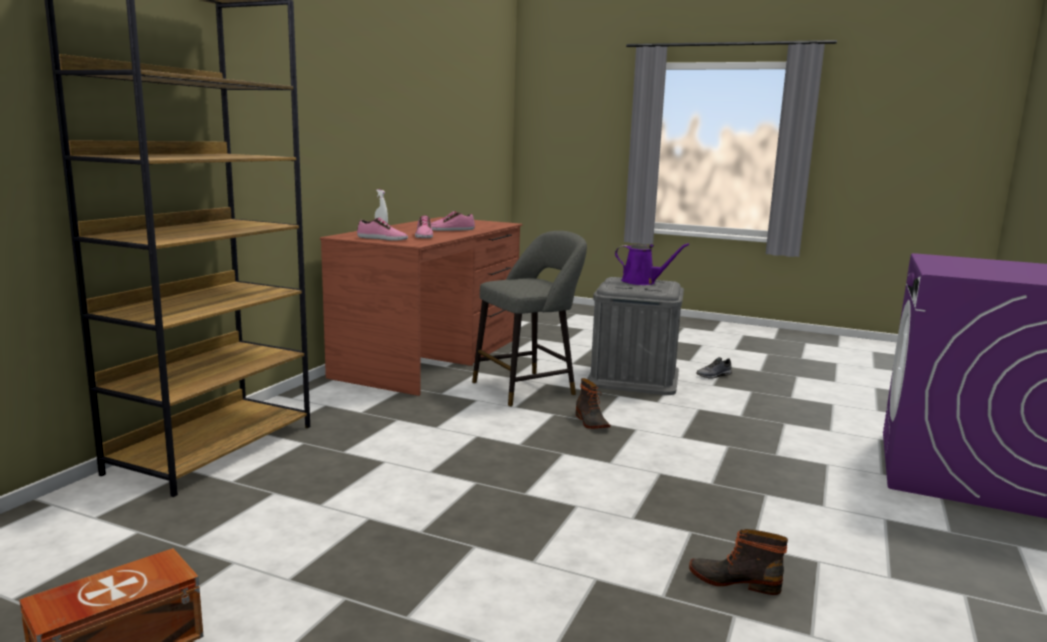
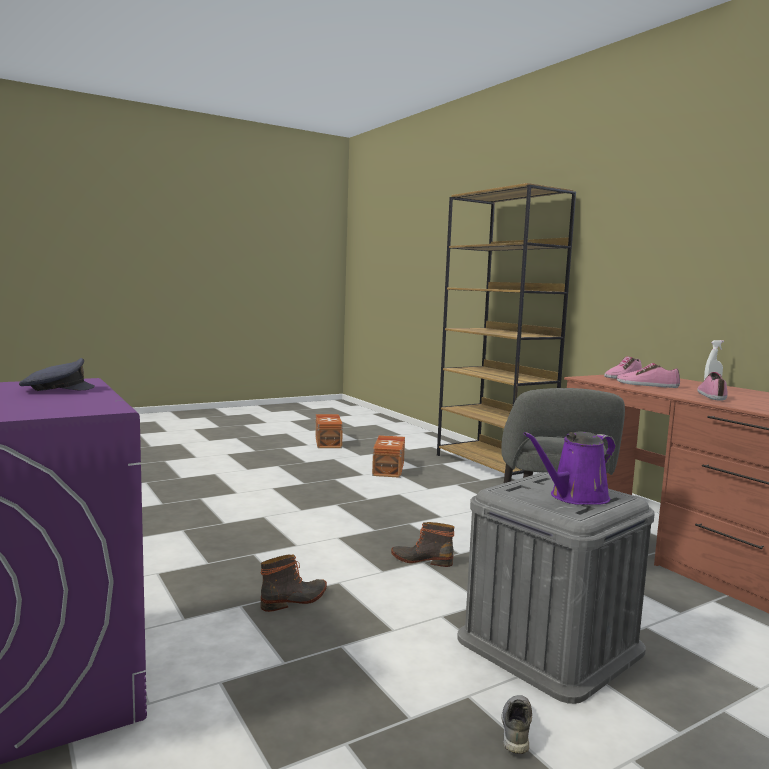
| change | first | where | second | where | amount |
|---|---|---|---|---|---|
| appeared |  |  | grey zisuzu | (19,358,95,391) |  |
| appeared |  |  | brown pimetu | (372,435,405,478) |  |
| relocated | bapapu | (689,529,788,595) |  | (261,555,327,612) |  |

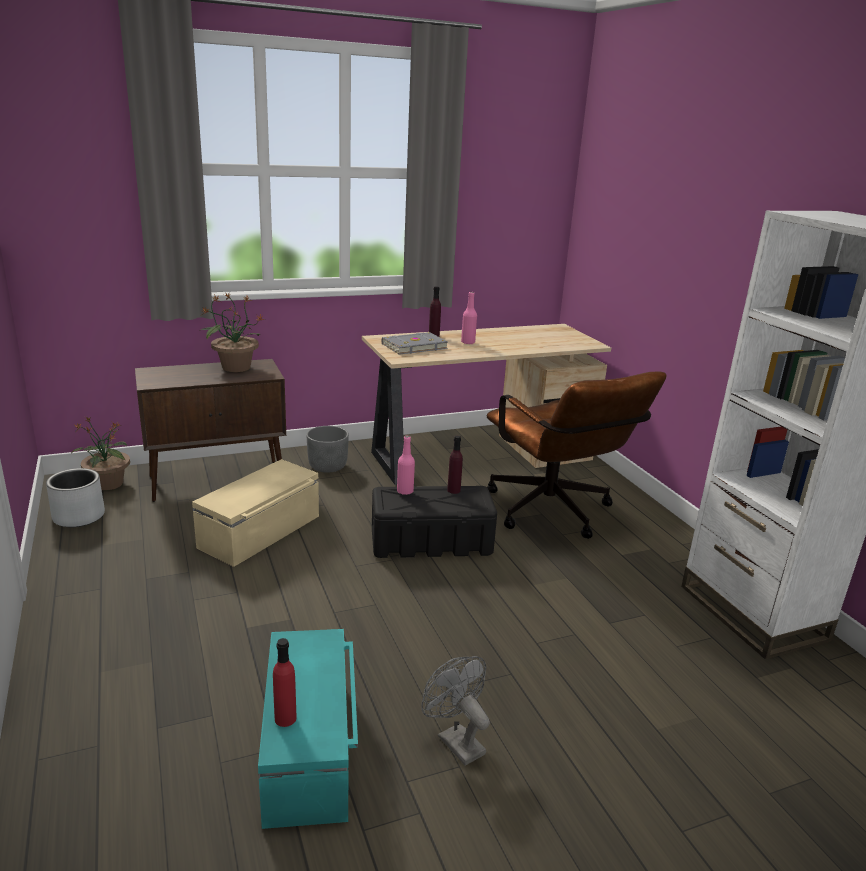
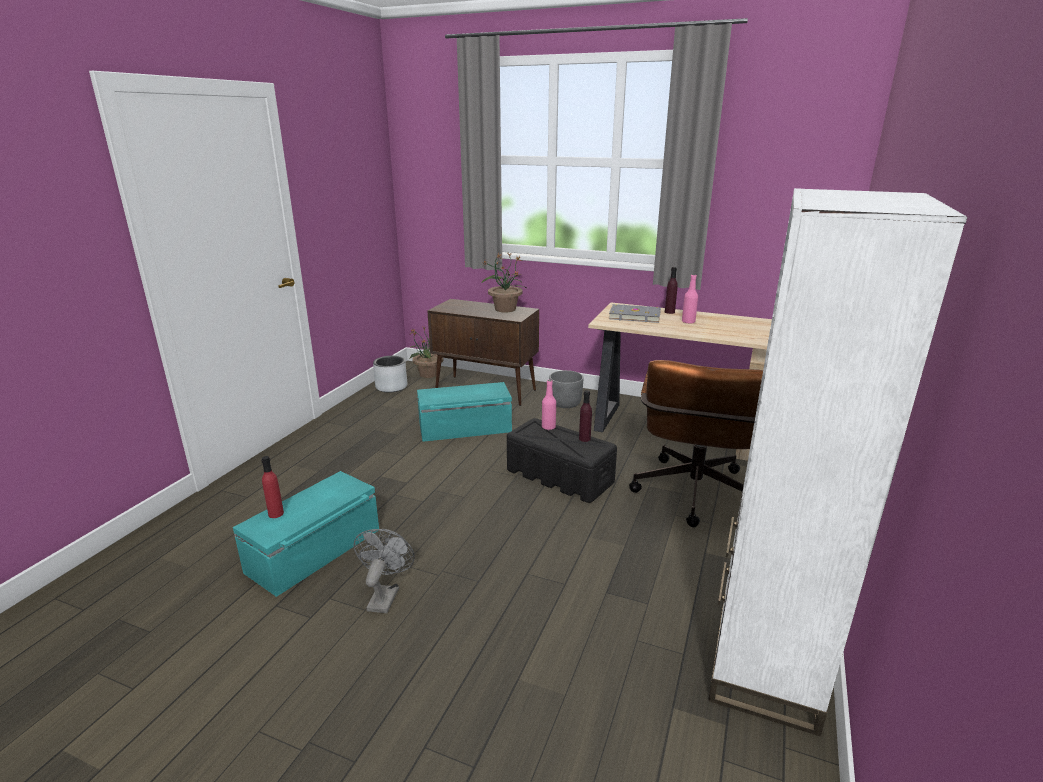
| change | first | where | second | where | amount |
|---|---|---|---|---|---|
| colour | beige pimetu | (192,459,319,567) | turquoise pimetu | (417,382,512,442) |  |

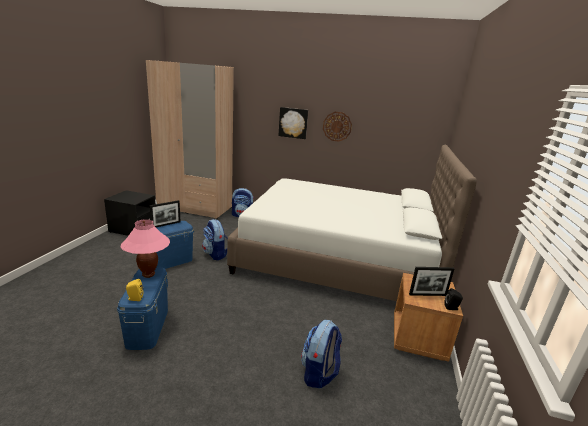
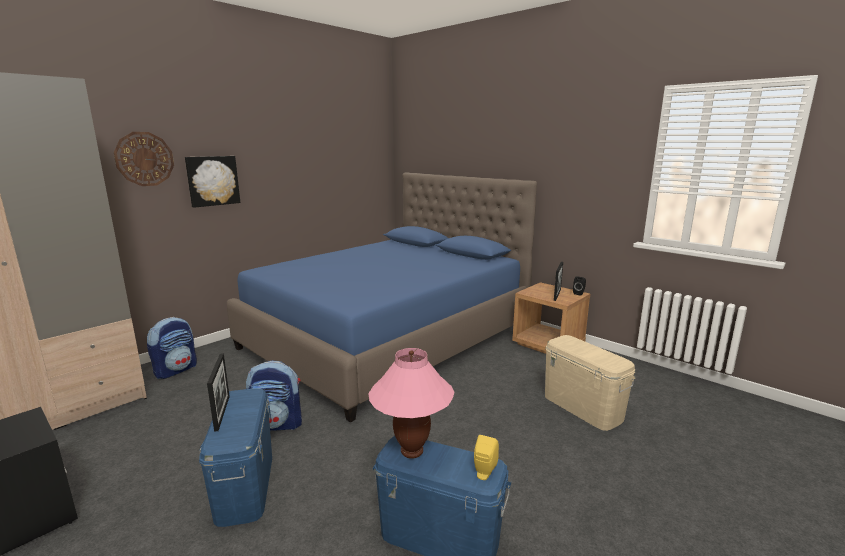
| change | first | where | second | where | amount |
|---|---|---|---|---|---|
| relocated | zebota | (323,112,352,142) |  | (114,132,174,186) |  |
| exchanged | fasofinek | (301,320,342,388) | beige pimetu | (545,335,636,431) |  |
| colour | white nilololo | (227,145,477,301) | blue nilololo | (227,172,537,423) |  |

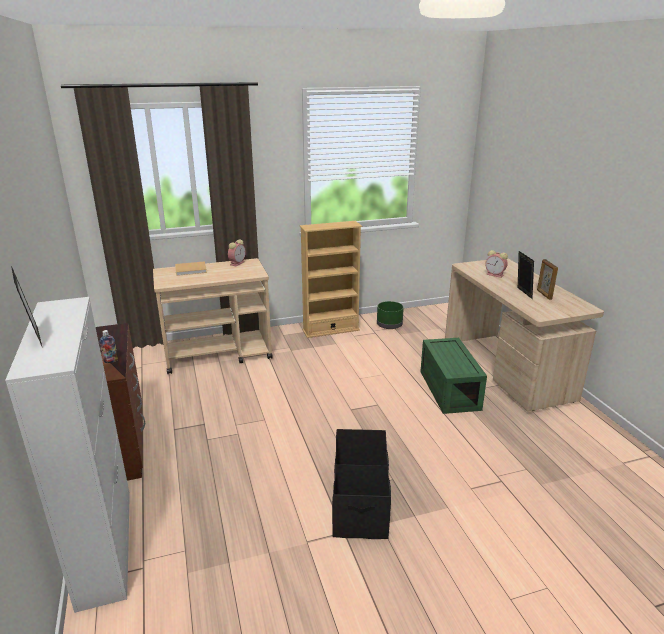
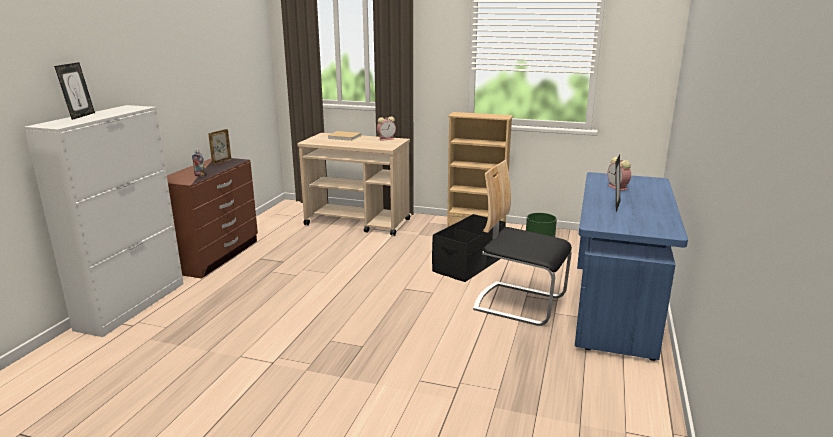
| change | first | where | second | where | amount |
|---|---|---|---|---|---|
| relocated | black pimetu | (332,429,391,539) |  | (432,214,506,282) |  |
| relocated | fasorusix | (537,259,558,300) |  | (208,129,231,165) |  |
| exchanged | green pimetu | (420,338,487,414) | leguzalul | (473,160,572,326) |  |
| colour | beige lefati | (445,258,604,412) | blue lefati | (575,172,688,361) |  |

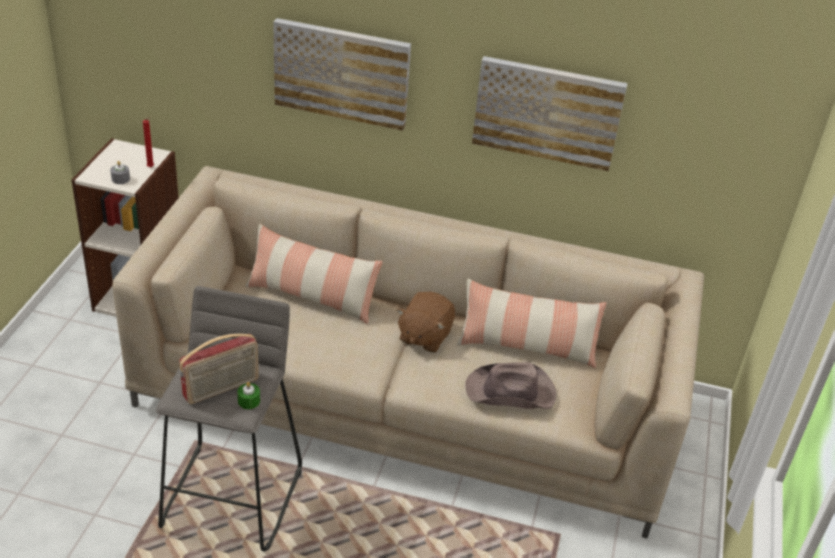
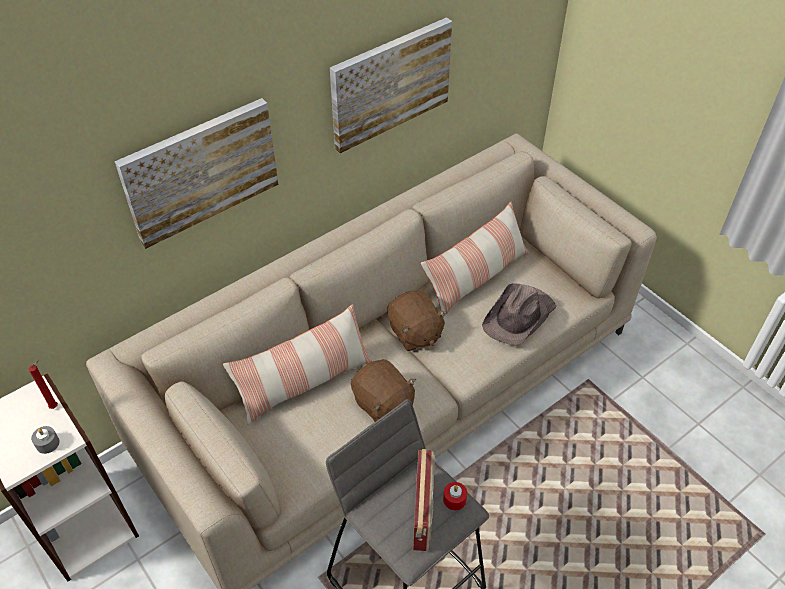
| change | first | where | second | where | amount |
|---|---|---|---|---|---|
| appeared |  |  | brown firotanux | (351,359,416,422) |  |
| colour | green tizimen | (237,382,260,409) | red tizimen | (443,482,467,510) |  |

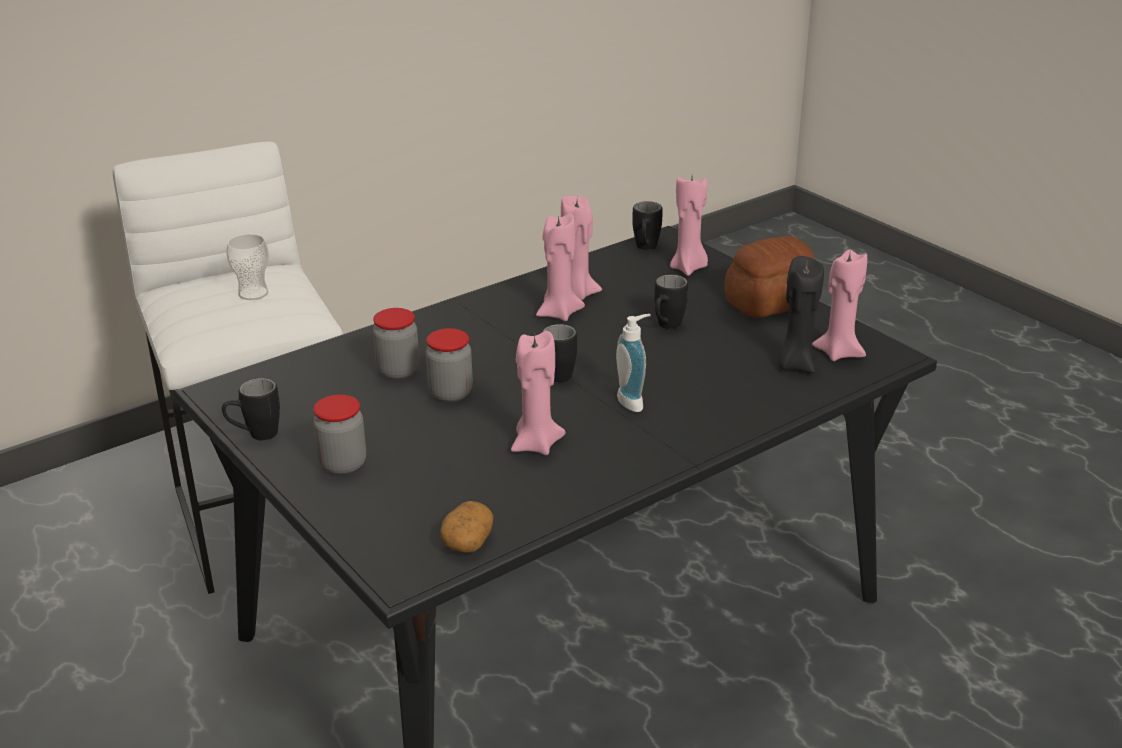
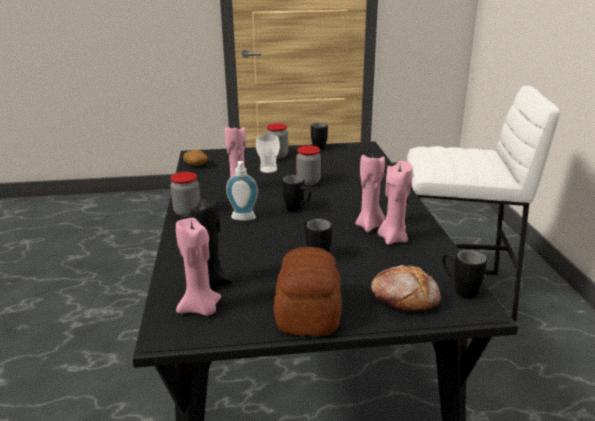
| change | first | where | second | where | amount |
|---|---|---|---|---|---|
| relocated | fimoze | (226,234,269,300) |  | (256,135,280,173) |  |
| relocated | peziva | (373,308,419,380) |  | (170,172,200,217) |  |
| exchanged | pink tizimen | (670,176,708,276) | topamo | (371,265,441,312) |  |

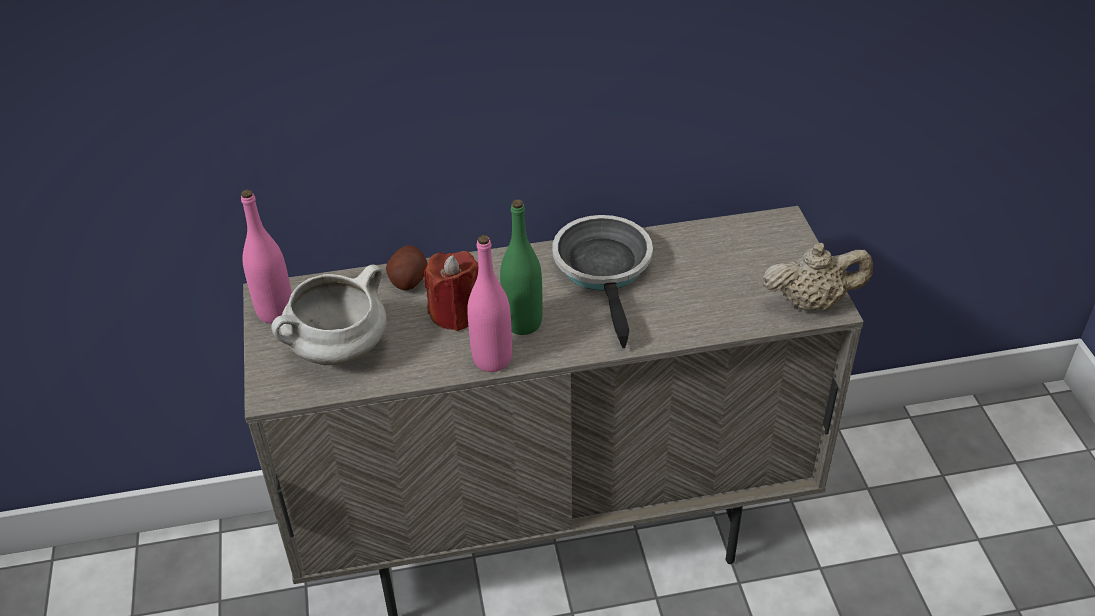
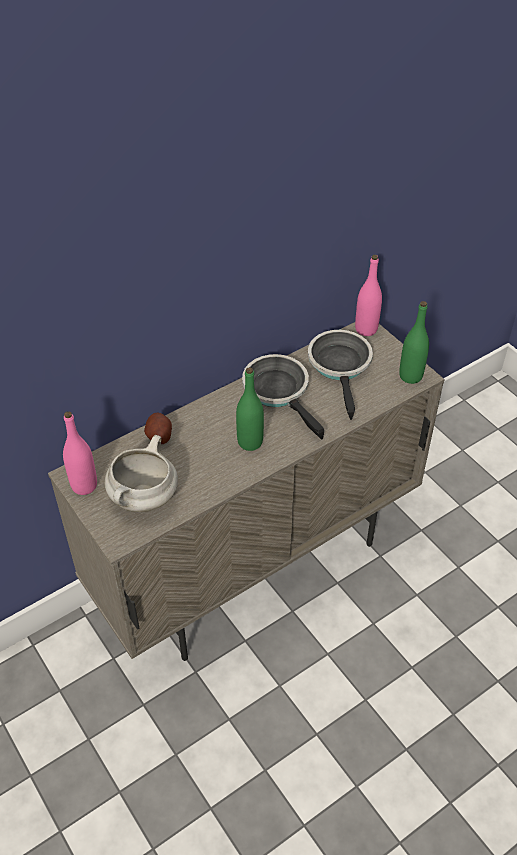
| change | first | where | second | where | amount |
|---|---|---|---|---|---|
| missing | red tizimen | (424,251,478,331) |  |  |  |
| appeared |  |  | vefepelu | (308,330,373,420) |  |
| relocated | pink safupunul | (467,235,512,372) |  | (355,255,382,336) |  |
| exchanged | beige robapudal | (763,243,873,311) | green safupunul | (399,301,429,384) |  |

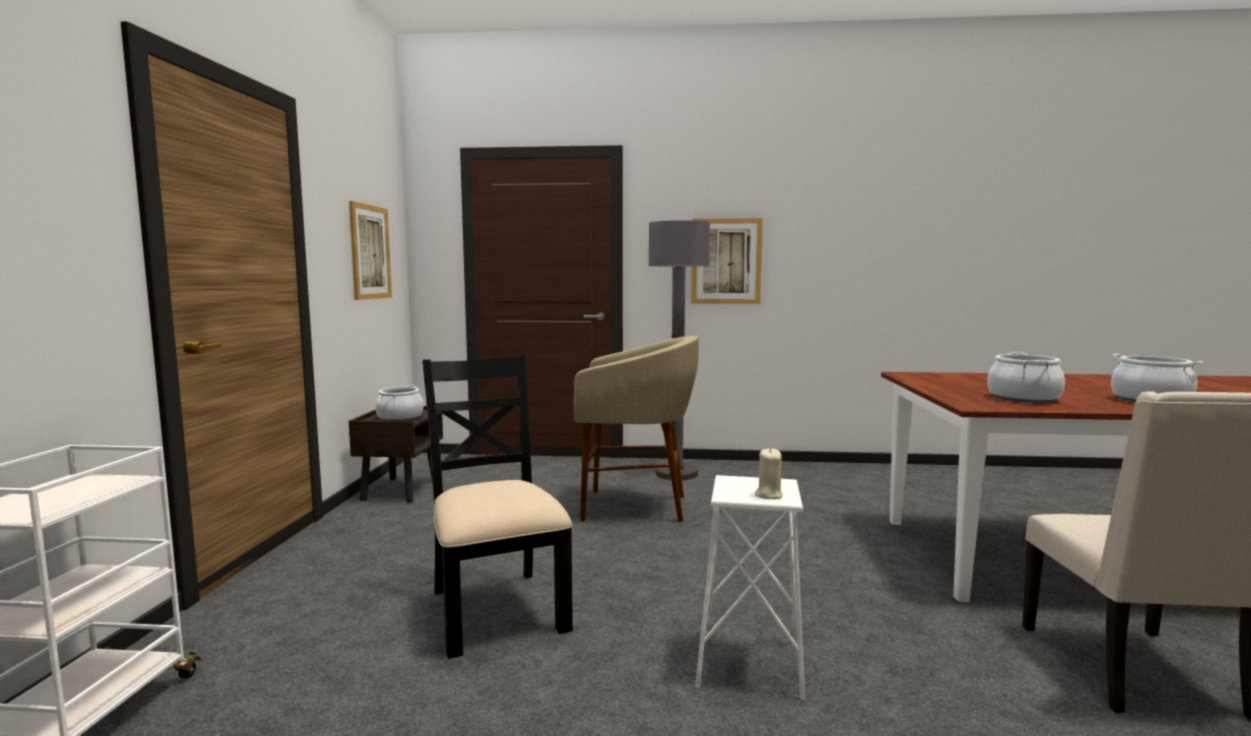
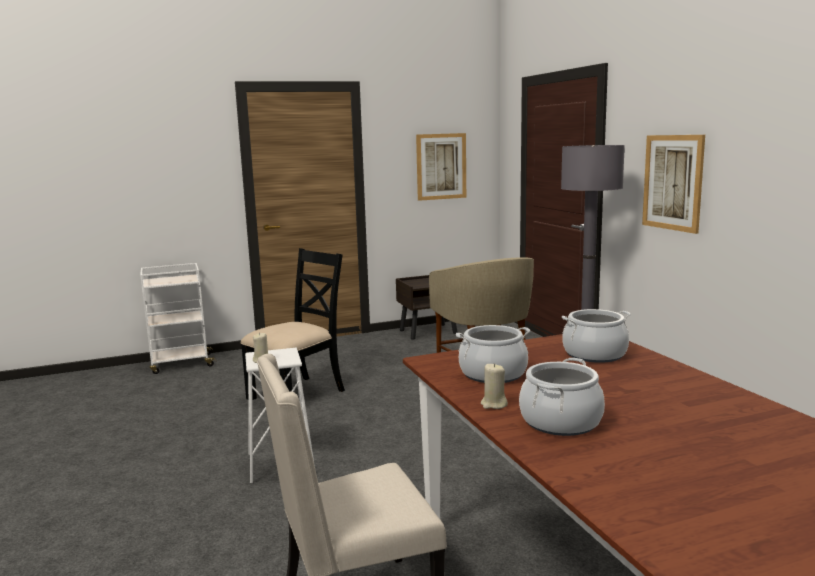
| change | first | where | second | where | amount |
|---|---|---|---|---|---|
| appeared |  |  | beige tizimen | (481,363,508,409) |  |
| relocated | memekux | (375,385,423,421) |  | (562,309,631,363) |  |

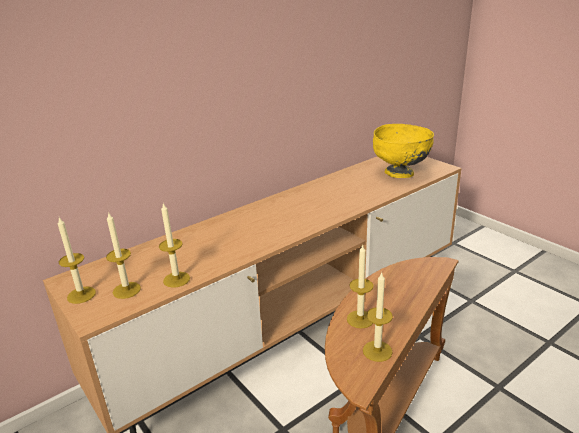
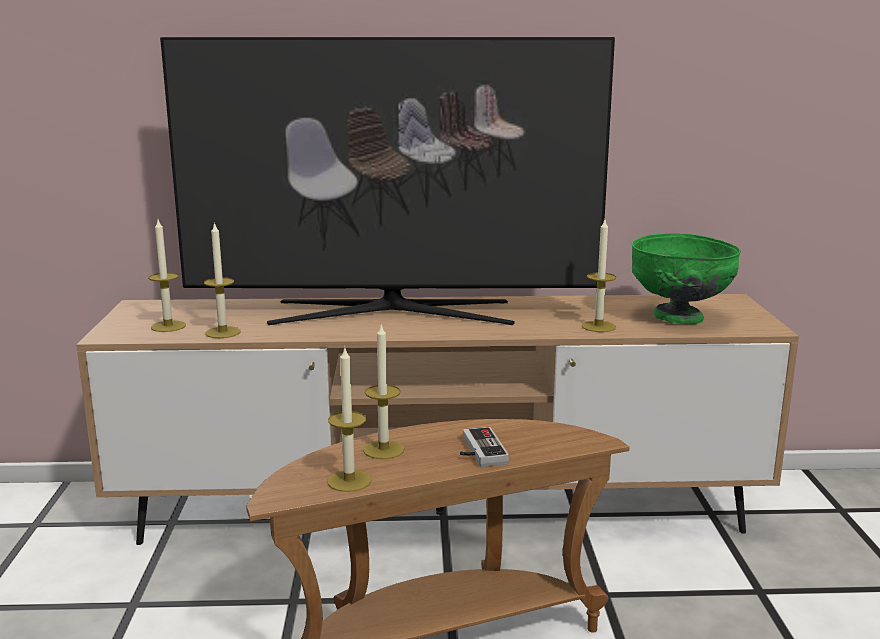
| change | first | where | second | where | amount |
|---|---|---|---|---|---|
| appeared |  |  | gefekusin | (160,37,615,325) |  |
| appeared |  |  | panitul | (460,427,509,467) |  |
| relocated | tizimen | (58,218,96,304) |  | (582,220,616,332) |  |
| colour | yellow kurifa | (373,124,434,178) | green kurifa | (632,233,741,324) |  |

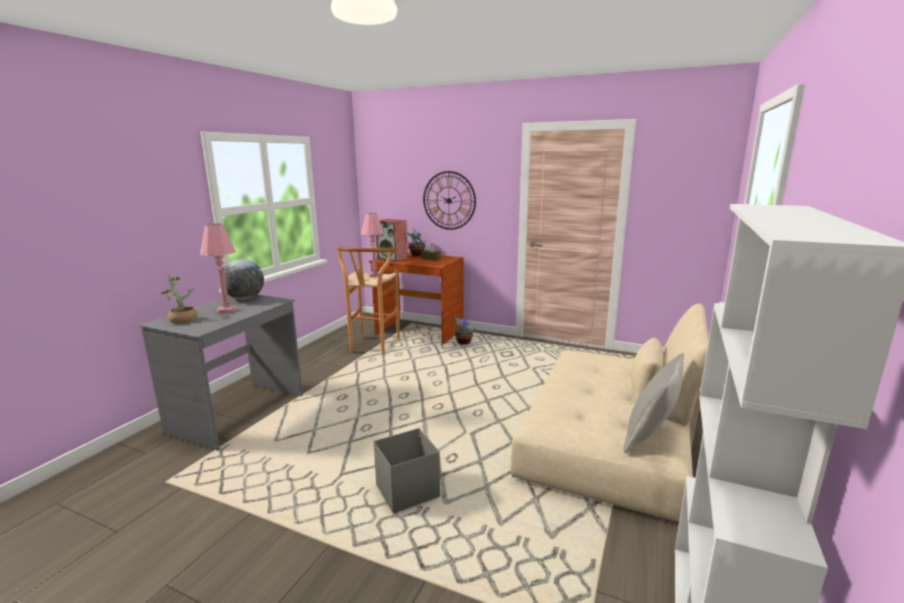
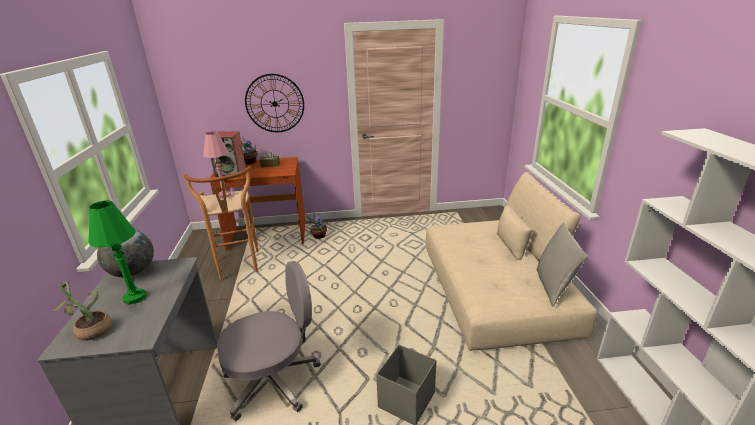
| change | first | where | second | where | amount |
|---|---|---|---|---|---|
| appeared |  |  | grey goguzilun | (217,261,321,421) |  |
| colour | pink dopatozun | (200,223,236,314) | green dopatozun | (89,200,147,305) |  |

